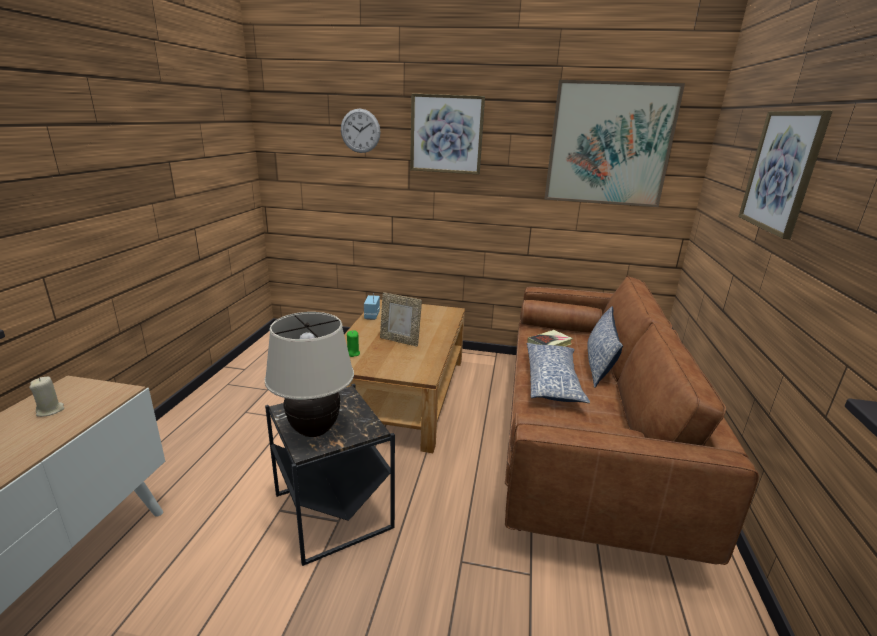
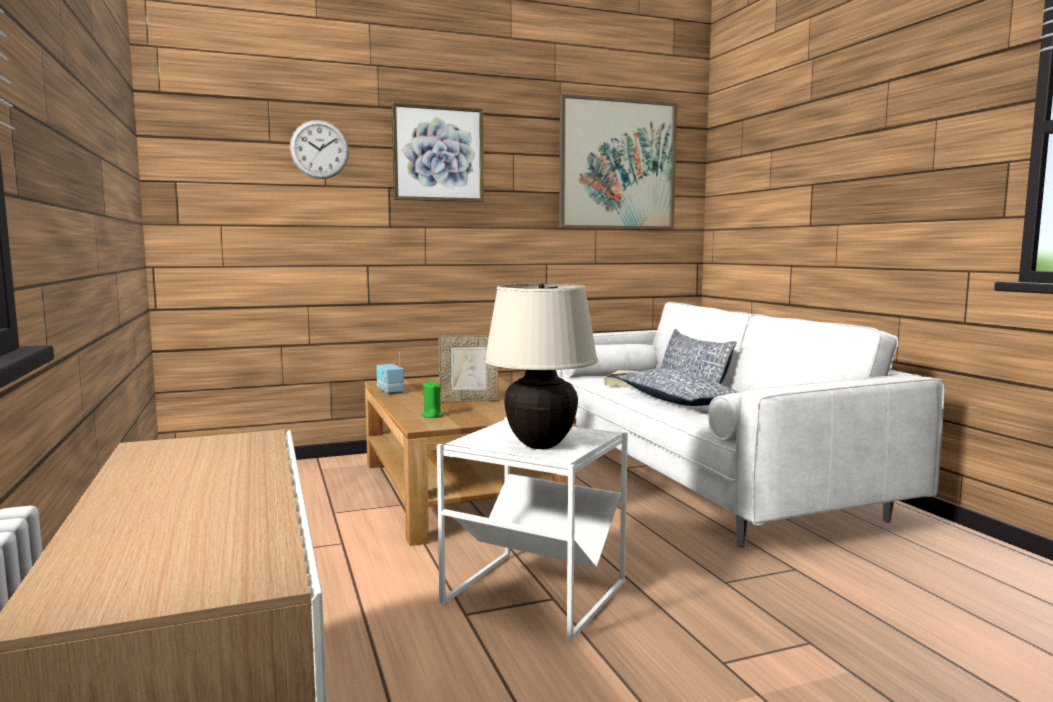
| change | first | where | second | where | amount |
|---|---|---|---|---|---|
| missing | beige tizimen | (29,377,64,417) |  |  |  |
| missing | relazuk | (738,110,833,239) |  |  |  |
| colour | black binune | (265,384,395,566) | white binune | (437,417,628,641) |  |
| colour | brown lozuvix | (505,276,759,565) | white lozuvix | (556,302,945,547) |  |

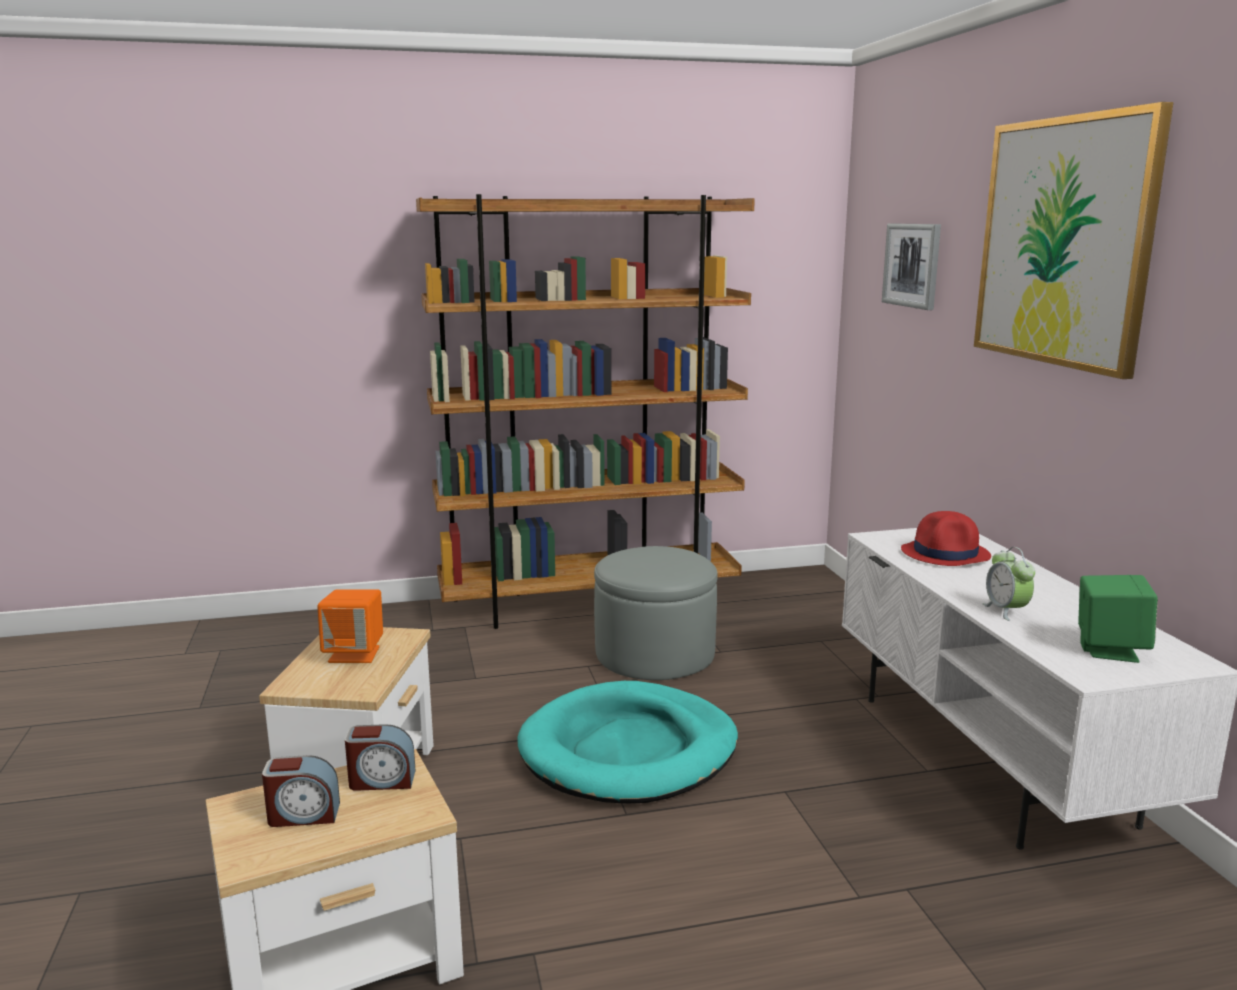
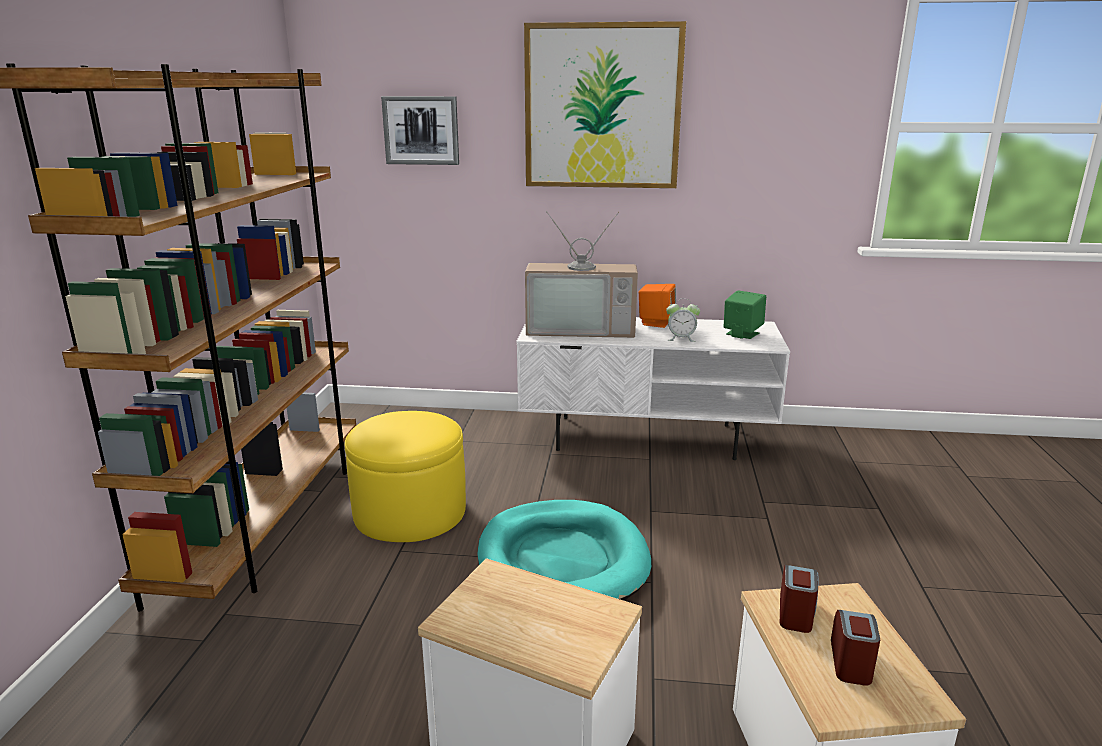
| change | first | where | second | where | amount |
|---|---|---|---|---|---|
| relocated | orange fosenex | (317,589,383,663) |  | (639,284,676,328) |  |
| exchanged | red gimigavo | (901,511,991,566) | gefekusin | (525,211,638,338) |  |
| colour | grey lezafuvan | (594,546,718,680) | yellow lezafuvan | (345,411,466,542) |  |

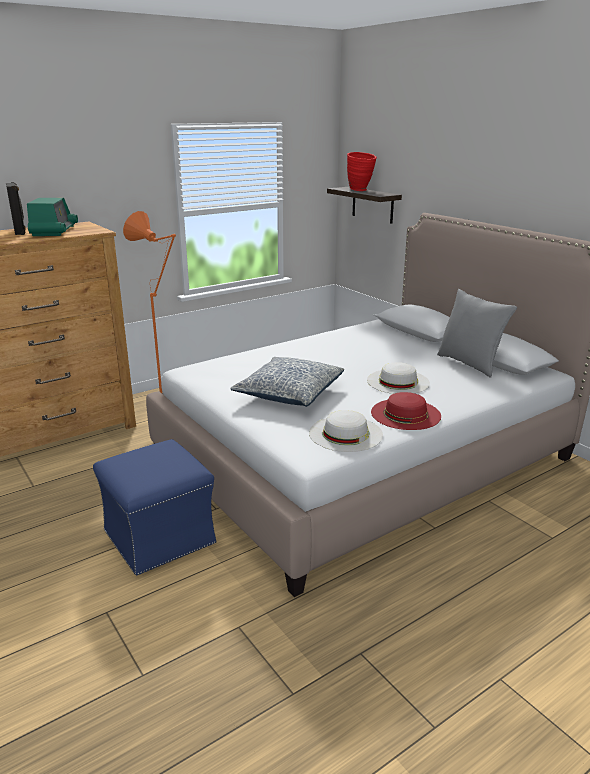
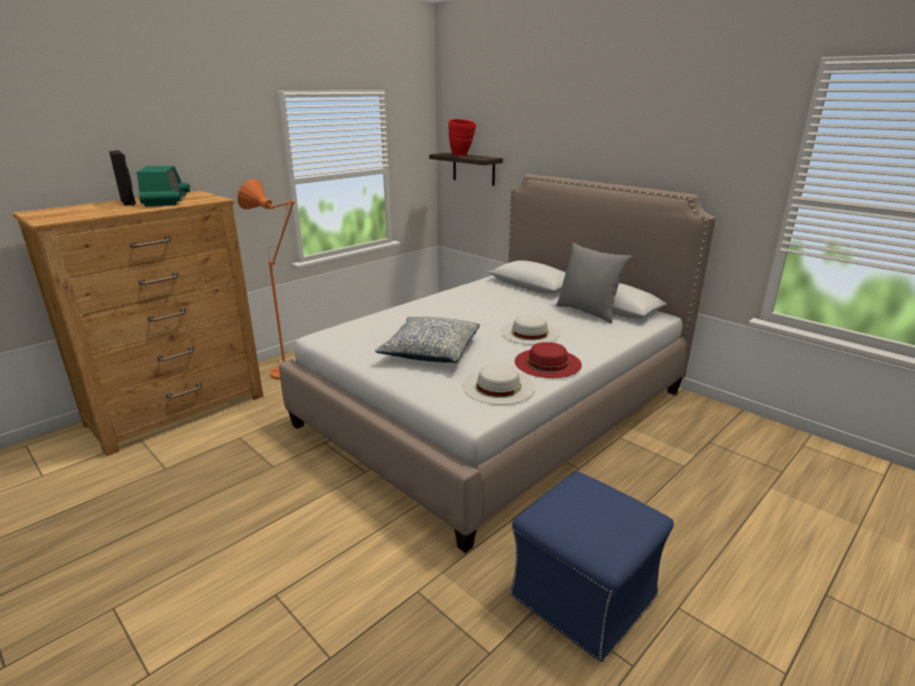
| change | first | where | second | where | amount |
|---|---|---|---|---|---|
| relocated | blue lezafuvan | (93,439,216,576) |  | (510,471,674,662) |  |

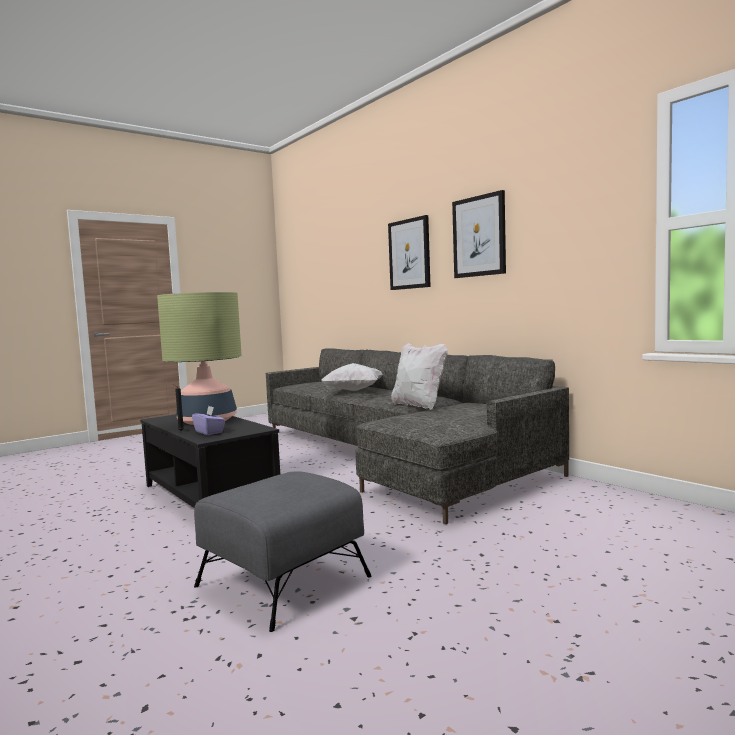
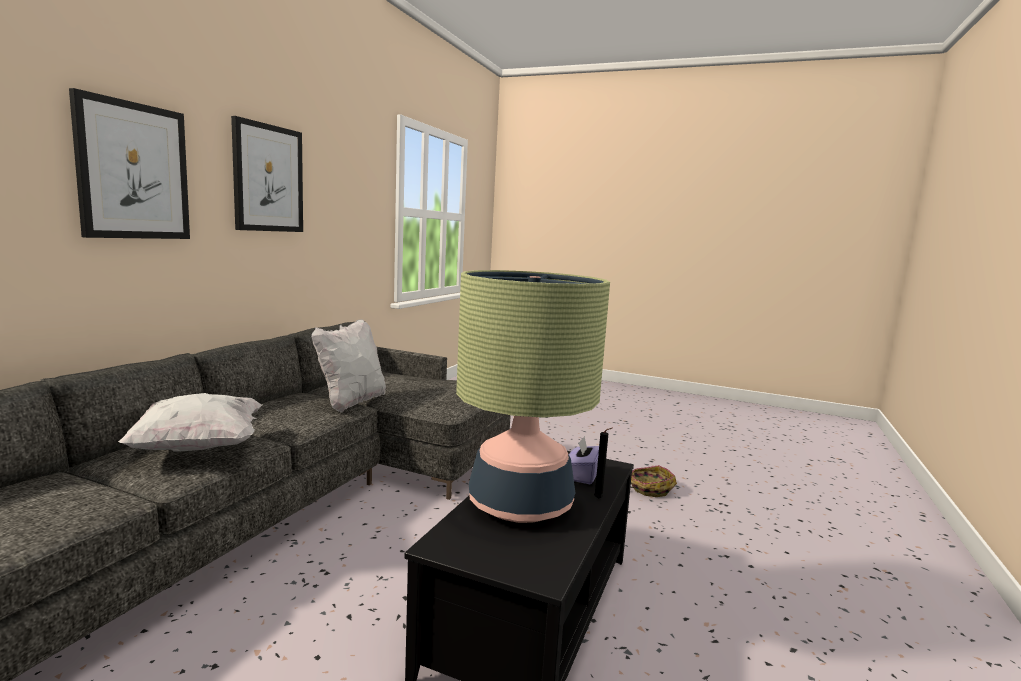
| change | first | where | second | where | amount |
|---|---|---|---|---|---|
| exchanged | grey lezafuvan | (194,471,372,632) | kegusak | (630,465,677,497) |  |

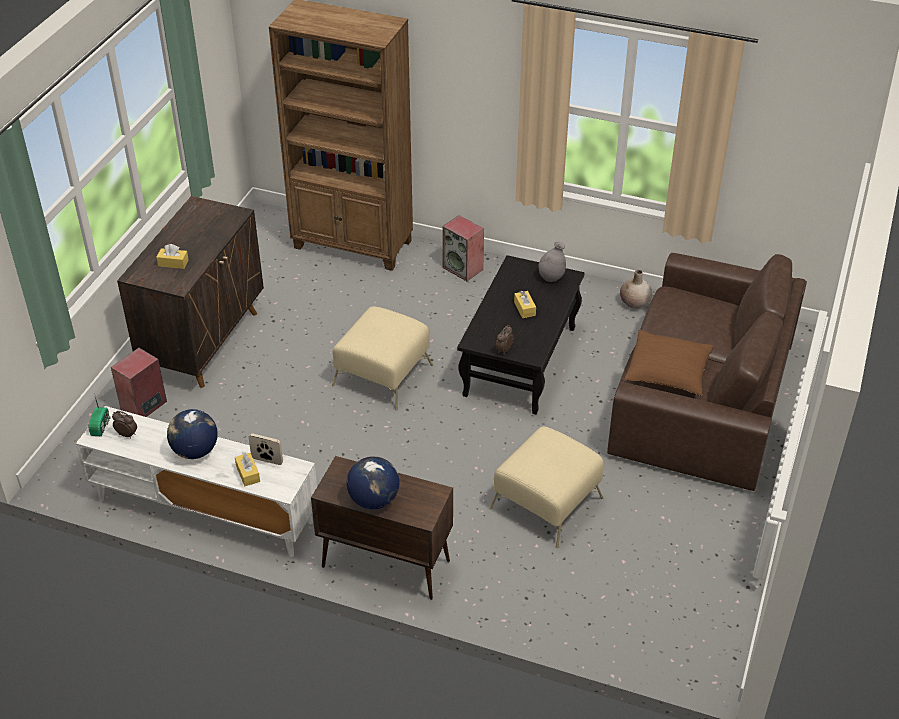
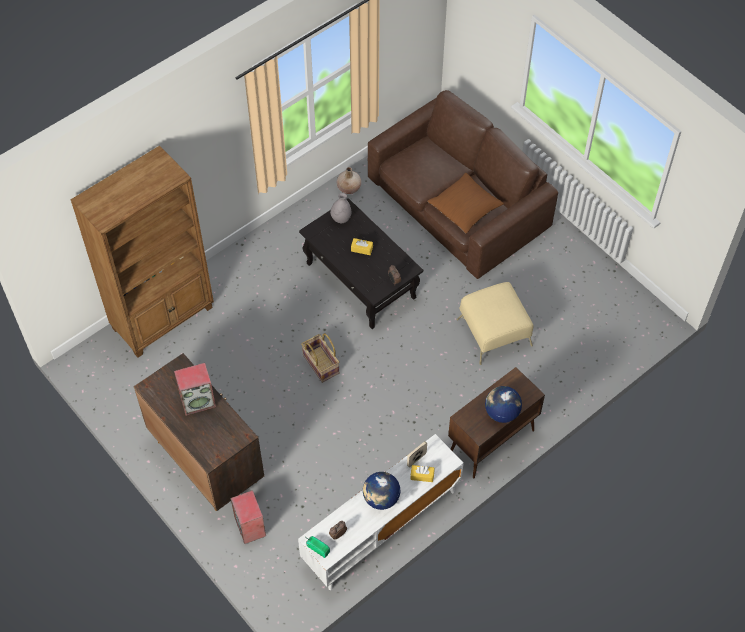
| change | first | where | second | where | amount |
|---|---|---|---|---|---|
| missing | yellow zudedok | (156,244,189,269) |  |  |  |
| relocated | fosenex | (442,215,484,281) |  | (174,363,216,416) |  |
| exchanged | beige lezafuvan | (332,306,433,411) | kegusak | (301,333,340,383) |  |

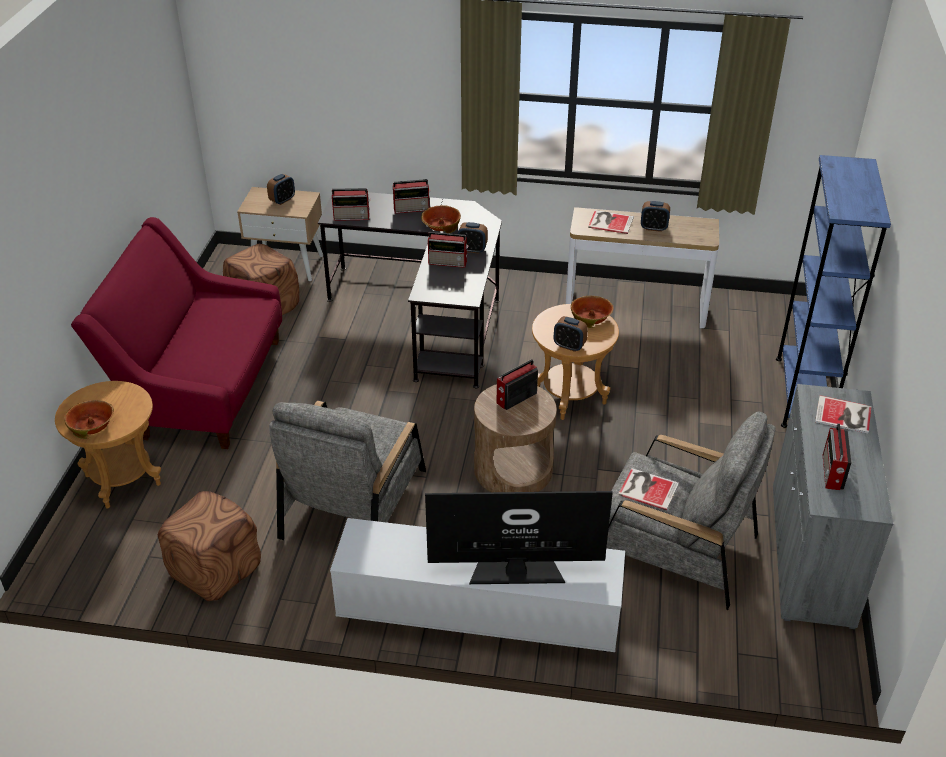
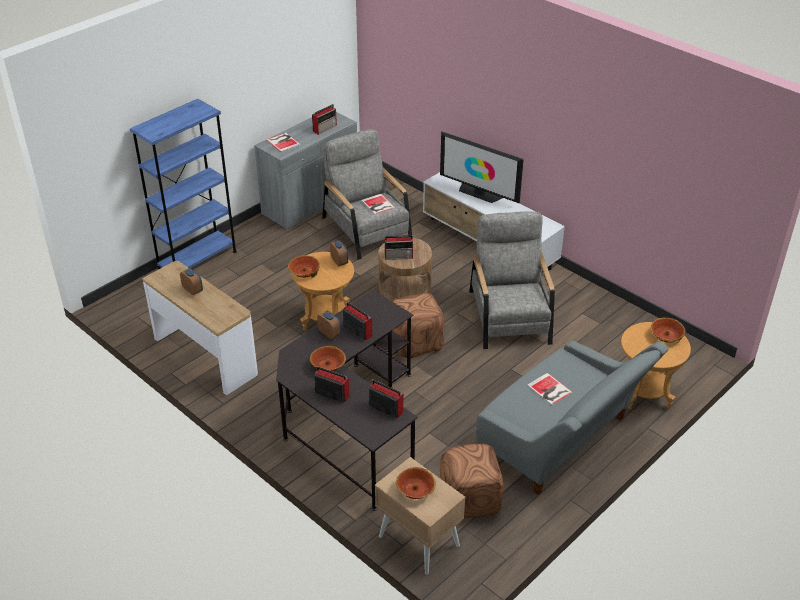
| change | first | where | second | where | amount |
|---|---|---|---|---|---|
| relocated | brown lezafuvan | (158,491,261,601) |  | (392,293,445,358) |  |
| relocated | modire | (588,210,634,234) |  | (527,373,573,405) |  |
| exchanged | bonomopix | (267,174,295,205) | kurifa | (396,467,436,499) |  |
| colour | red lozuvix | (71,217,282,449) | grey lozuvix | (476,341,669,495) |  |
| spun | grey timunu | (269,400,426,540) |  | (469,211,555,349) | 60 degrees counterclockwise |

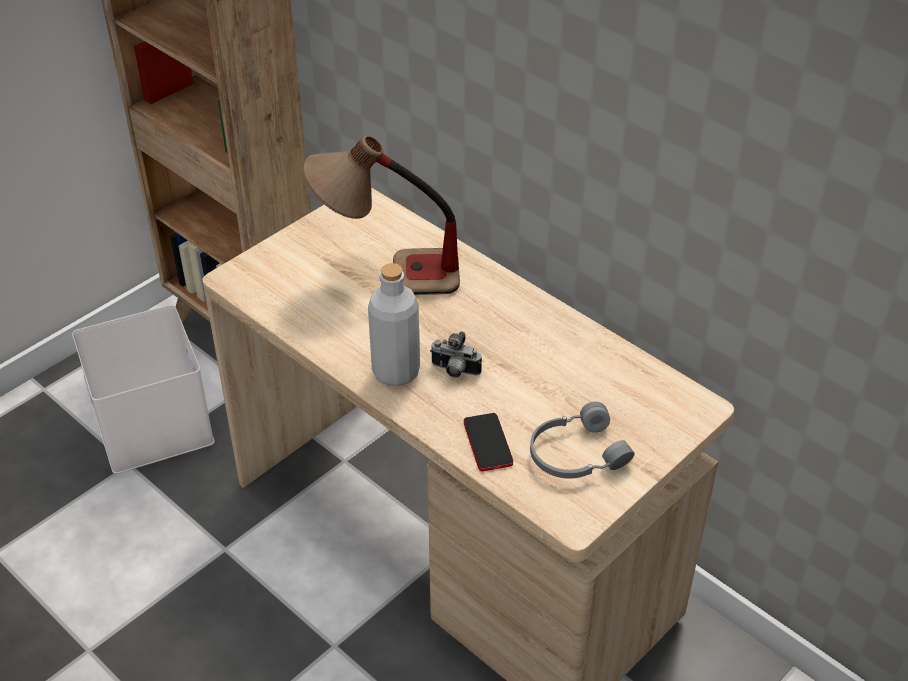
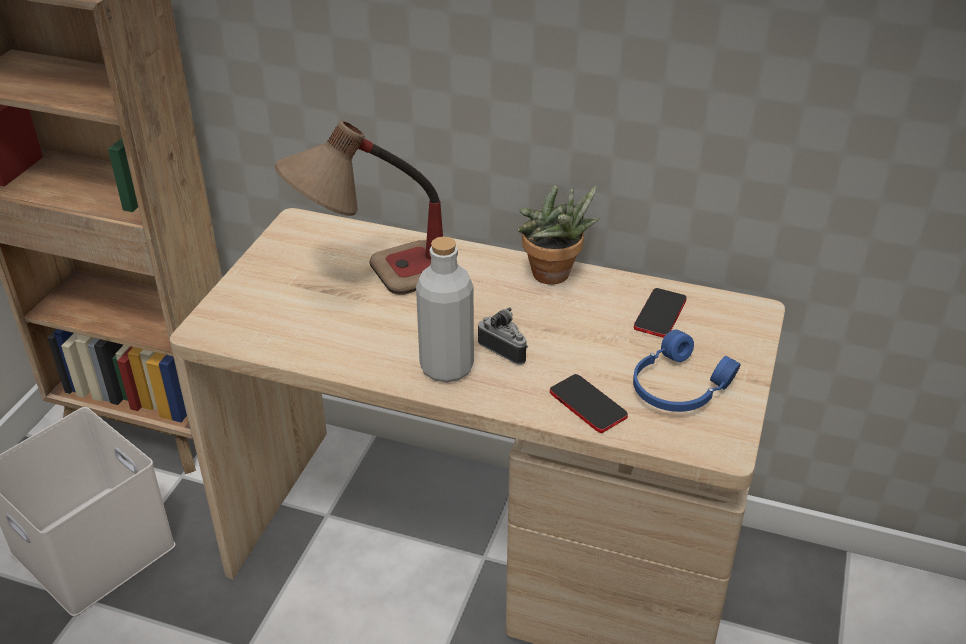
| change | first | where | second | where | amount |
|---|---|---|---|---|---|
| appeared |  |  | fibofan | (517,185,600,285) |  |
| appeared |  |  | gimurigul | (634,288,687,338) |  |
| colour | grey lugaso | (530,402,635,479) | blue lugaso | (633,330,741,412) |  |
| spun | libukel | (430,331,482,378) |  | (478,307,528,365) | 135 degrees counterclockwise |

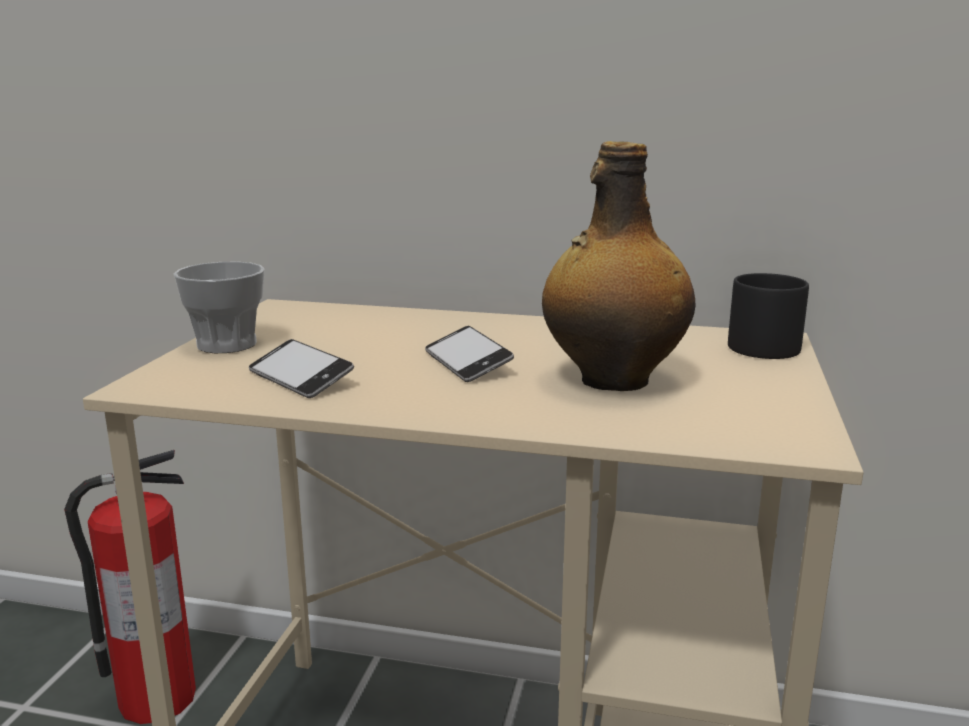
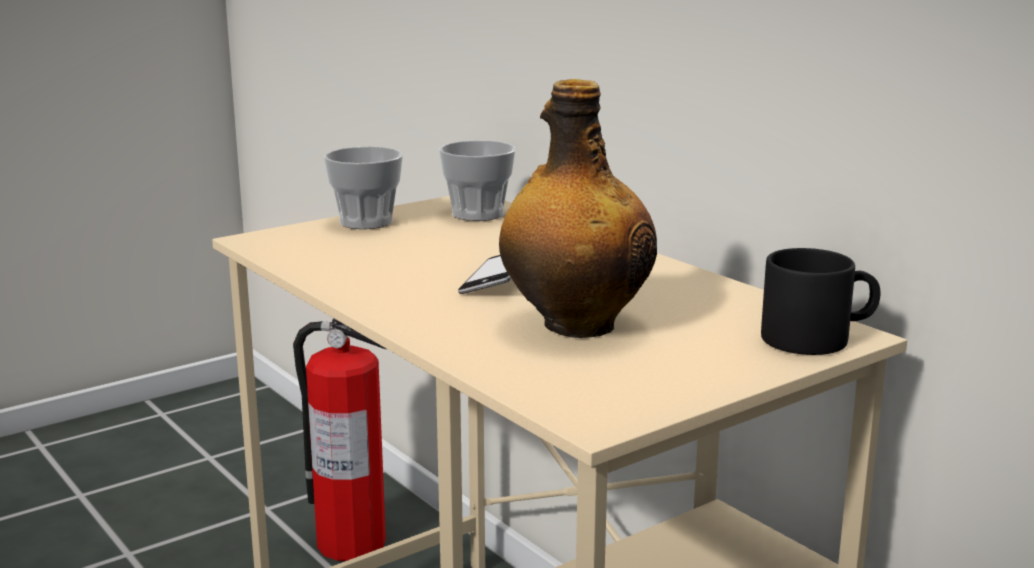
| change | first | where | second | where | amount |
|---|---|---|---|---|---|
| missing | gimurigul | (249,339,354,398) |  |  |  |
| appeared |  |  | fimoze | (439,140,516,221) |  |

